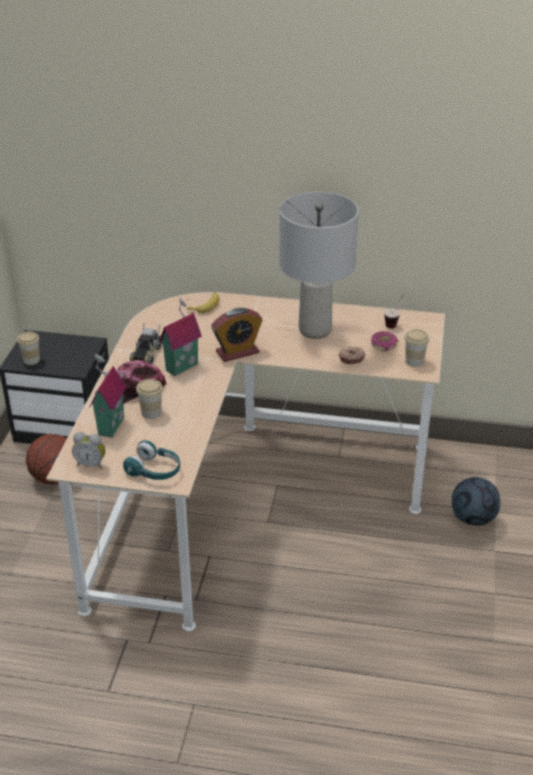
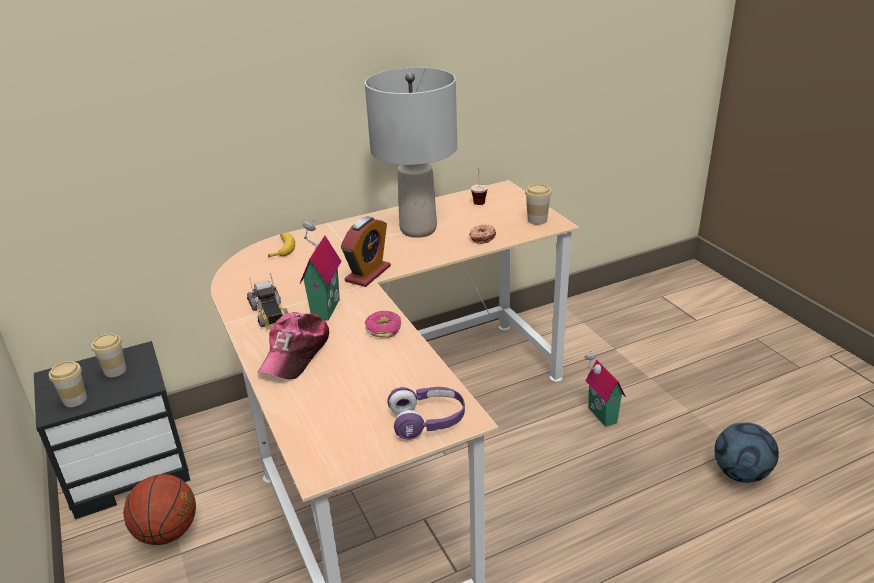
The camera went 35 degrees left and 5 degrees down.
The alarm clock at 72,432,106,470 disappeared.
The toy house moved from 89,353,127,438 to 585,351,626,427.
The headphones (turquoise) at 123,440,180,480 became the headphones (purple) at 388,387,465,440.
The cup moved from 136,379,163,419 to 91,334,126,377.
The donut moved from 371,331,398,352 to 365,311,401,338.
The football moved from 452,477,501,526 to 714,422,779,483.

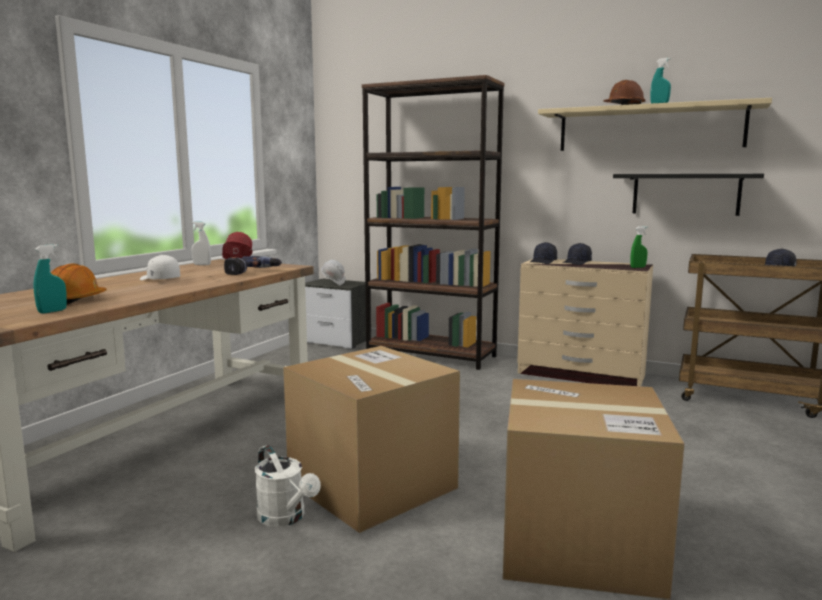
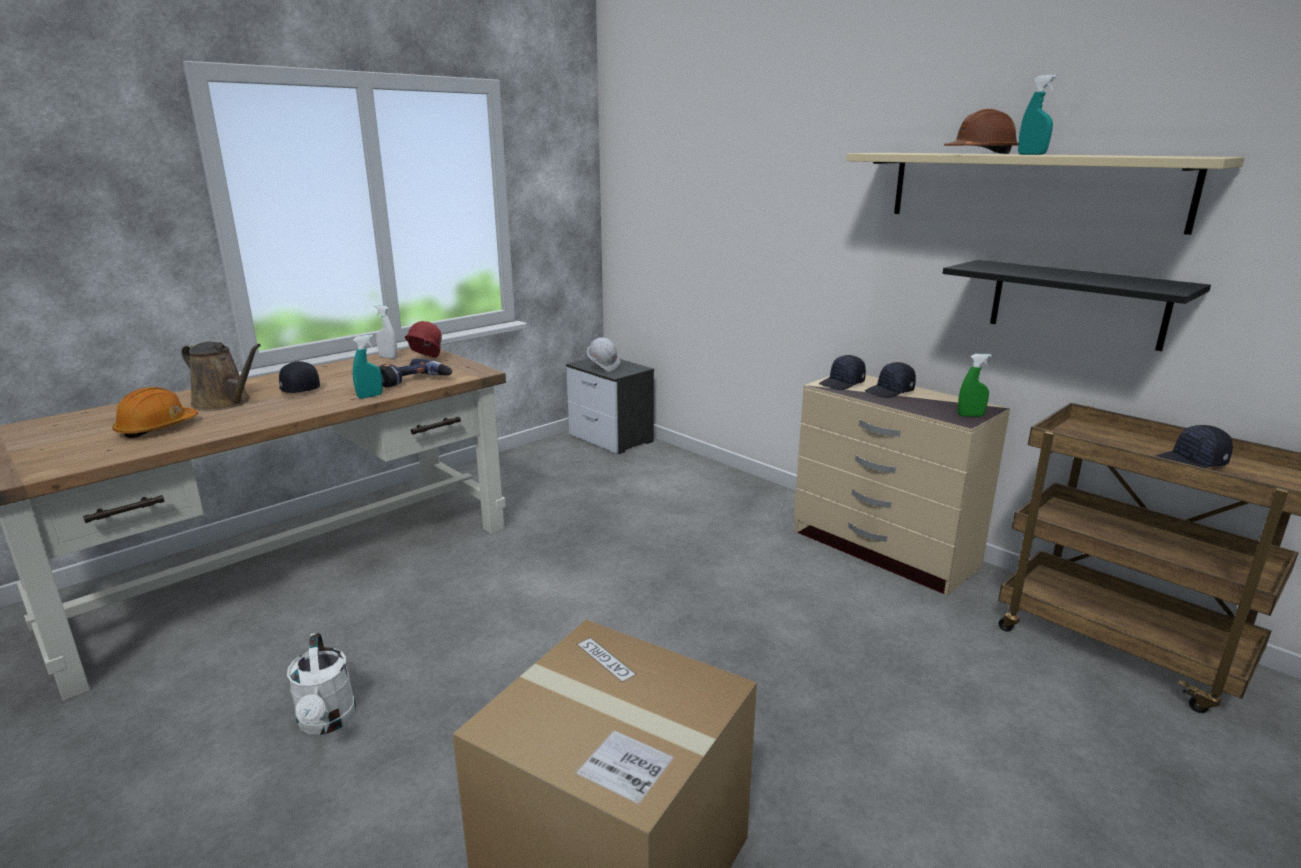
The camera went 20 degrees right and 10 degrees up.
The spray bottle (turquoise) moved from 33,244,67,314 to 353,335,383,399.
The cap (white) at 140,255,180,280 became the cap (black) at 279,361,320,393.
The cardboard box at 283,346,460,533 disappeared.
The bookcase (brown) at 362,75,505,370 disappeared.
The watering can (brown) at 181,342,261,411 appeared.

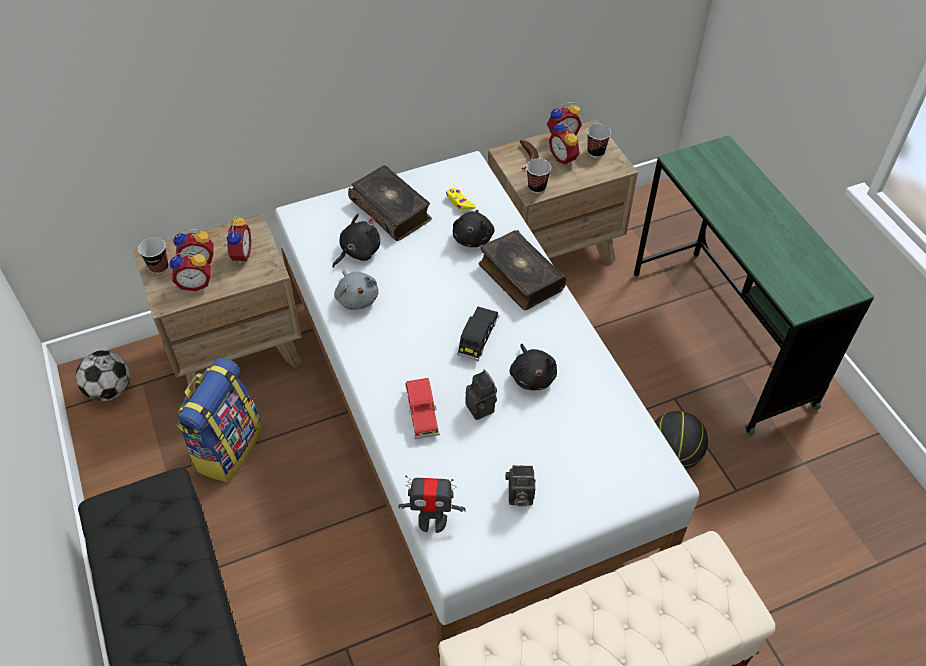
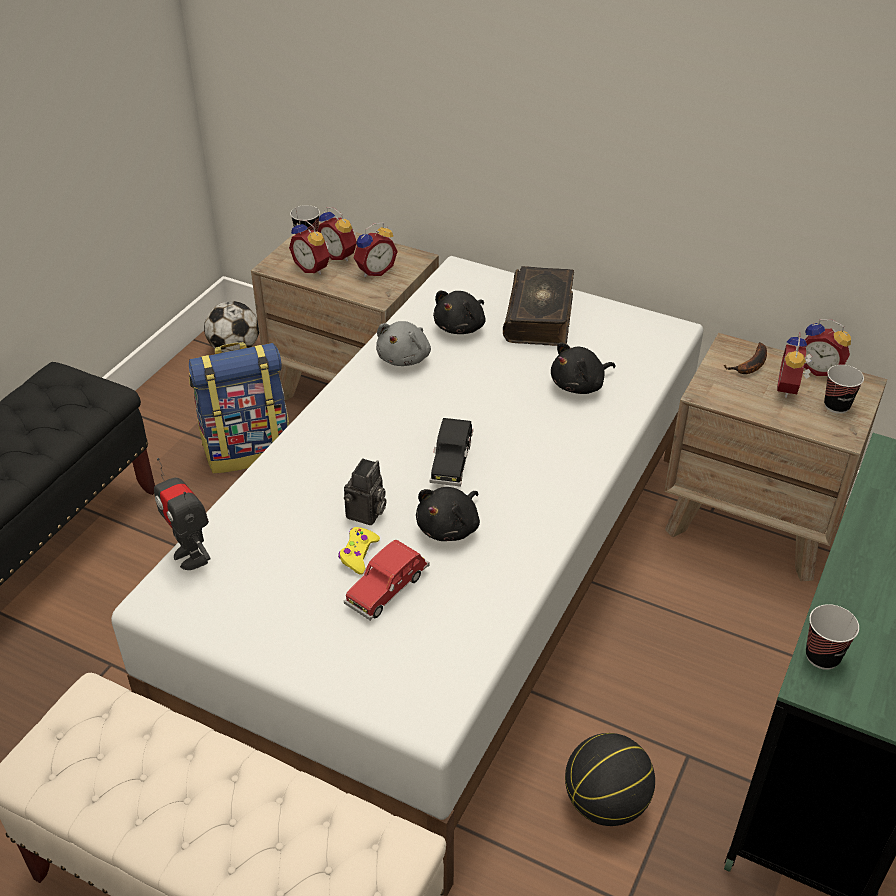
The camera went 50 degrees right and 10 degrees down.
The plush toy (black) at 332,214,380,268 turned 120 degrees clockwise.
The toy car (red) moved from 405,378,440,439 to 344,540,430,621.
The game controller (yellow) moved from 446,188,476,210 to 338,527,380,575.
The toy car (black) at 457,307,499,361 turned 120 degrees clockwise.
The book at 479,230,566,310 disappeared.
The photo camera at 505,465,536,507 disappeared.
The cup moved from 526,159,551,193 to 806,604,859,670.

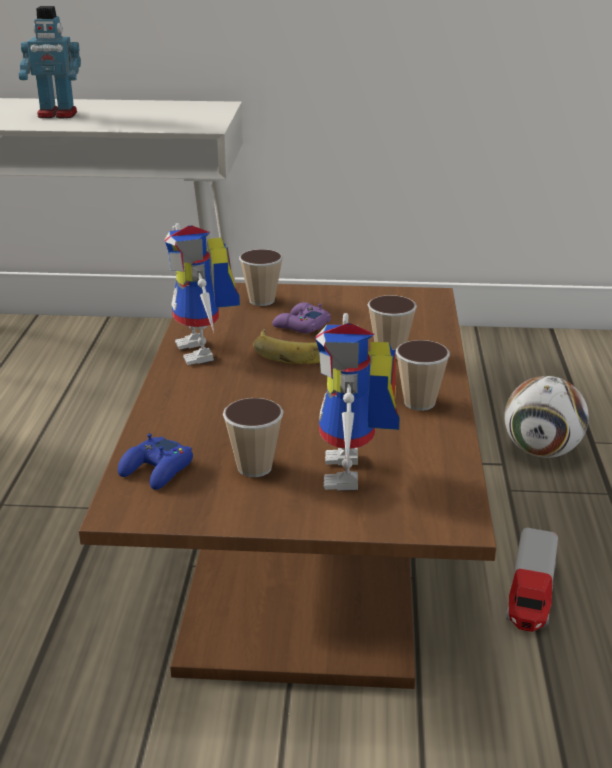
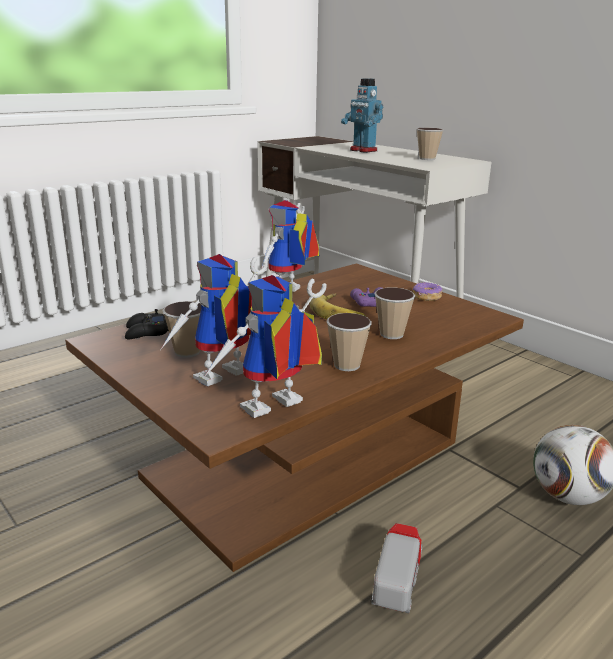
The camera went 45 degrees right and 5 degrees down.
The game controller (blue) at 118,433,193,490 became the game controller (black) at 125,309,169,339.
The cup moved from 239,249,283,306 to 417,128,443,160.
The toy truck at 506,528,558,632 turned 135 degrees clockwise.
The toy robot at 204,275,327,418 appeared.
The donut at 413,282,443,301 appeared.

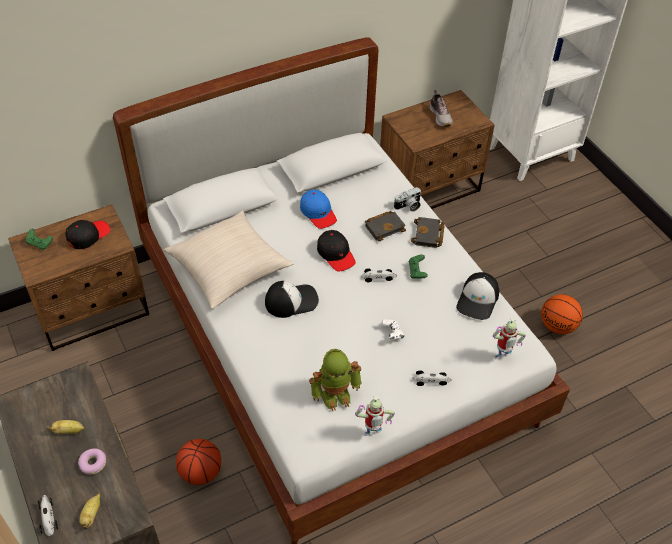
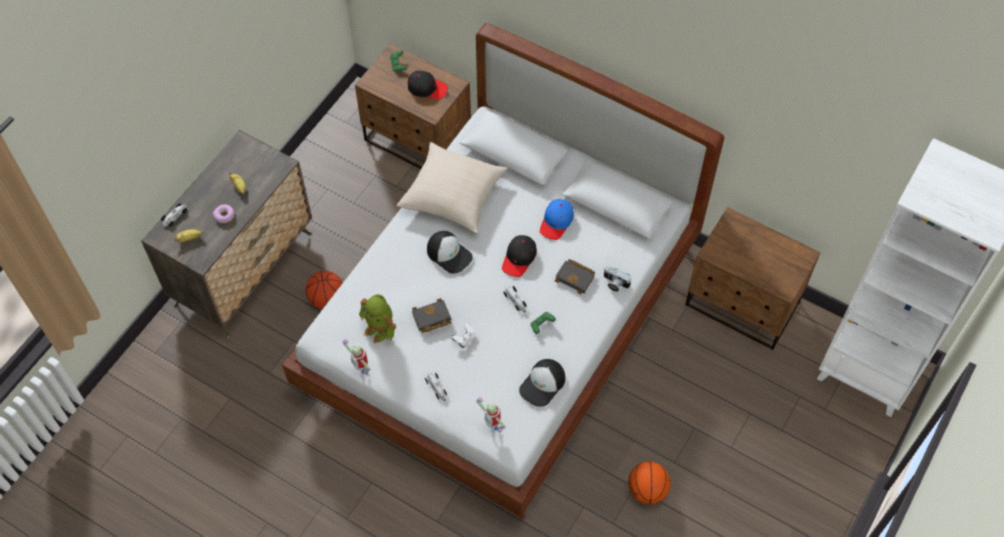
The camera went 60 degrees right and 10 degrees up.
The book (black) moved from 411,217,444,248 to 412,298,451,333.
The shoe at 429,90,453,127 disappeared.
The cap at 456,272,499,320 turned 45 degrees counterclockwise.

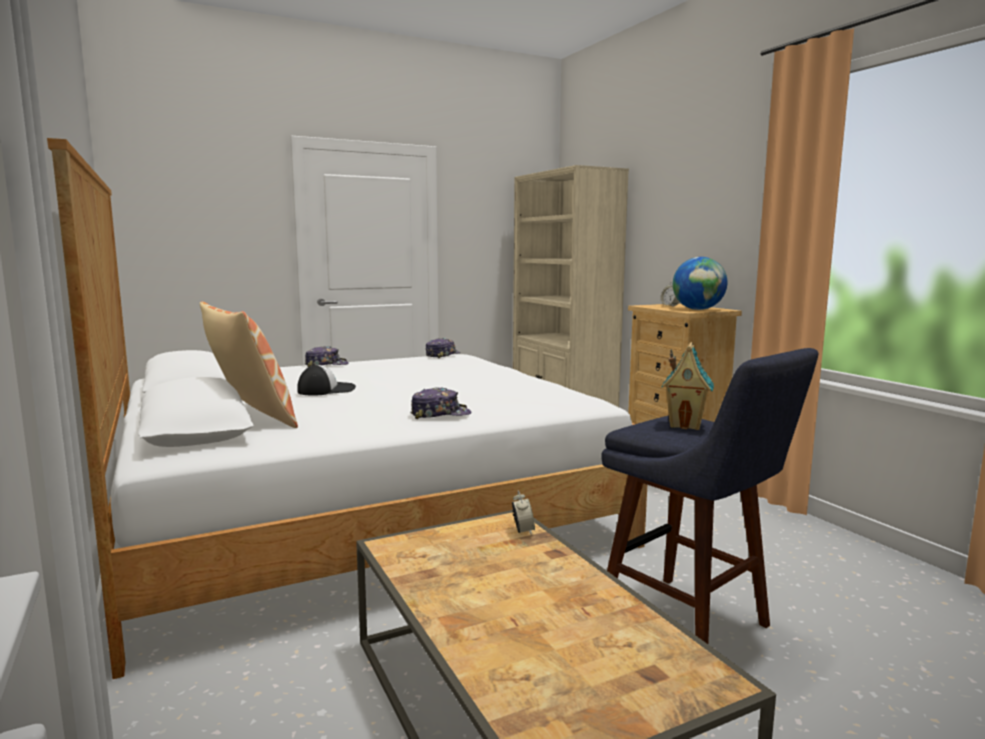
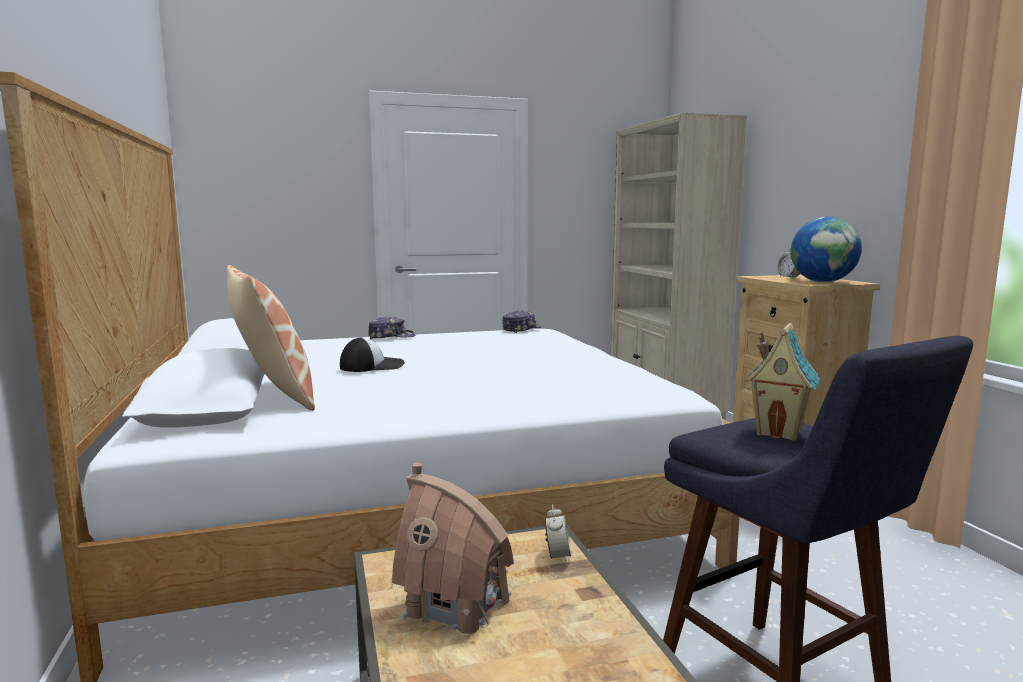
The camera went 10 degrees right and 0 degrees up.
The cap at 410,387,471,419 disappeared.
The toy house at 392,463,514,636 appeared.

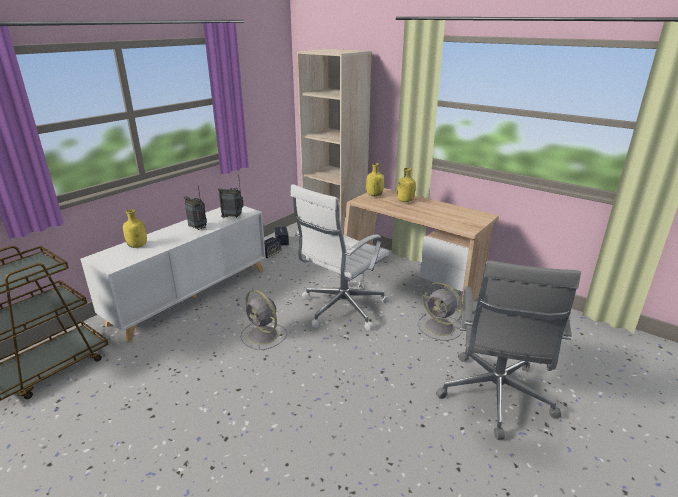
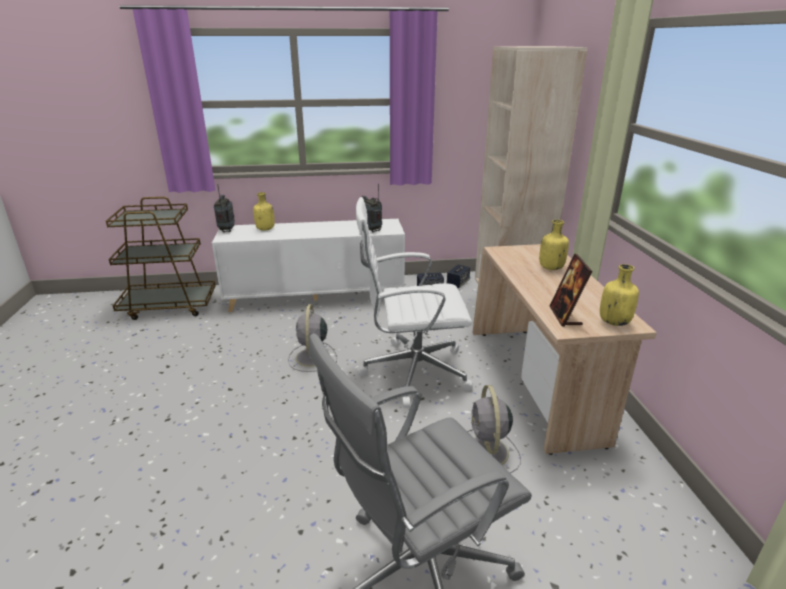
The camera went 45 degrees right and 0 degrees up.
The radio moved from 184,186,207,230 to 214,184,235,232.
The bottle (yellow) moved from 366,163,384,197 to 600,264,639,326.
The picture frame at 550,253,592,327 appeared.

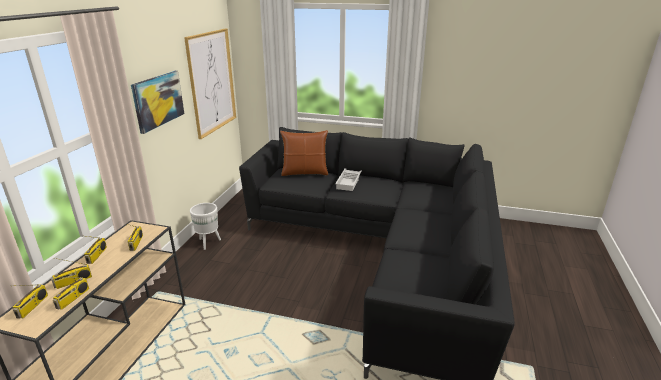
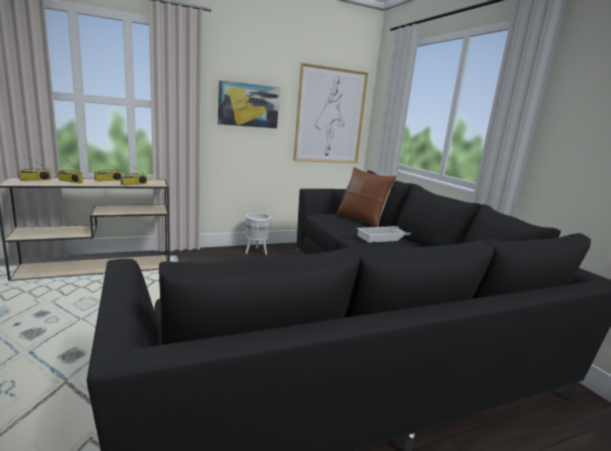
The camera went 50 degrees right and 10 degrees down.
The radio at 52,277,89,310 disappeared.

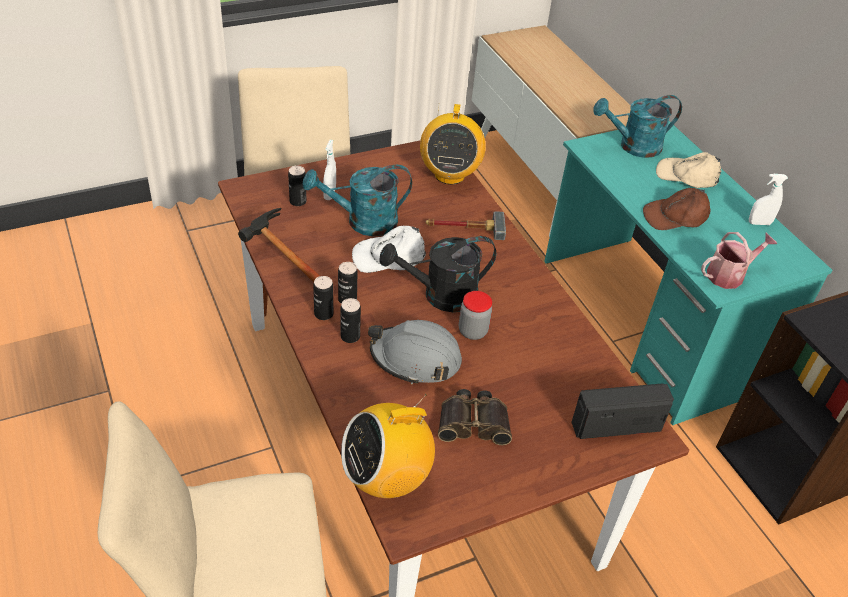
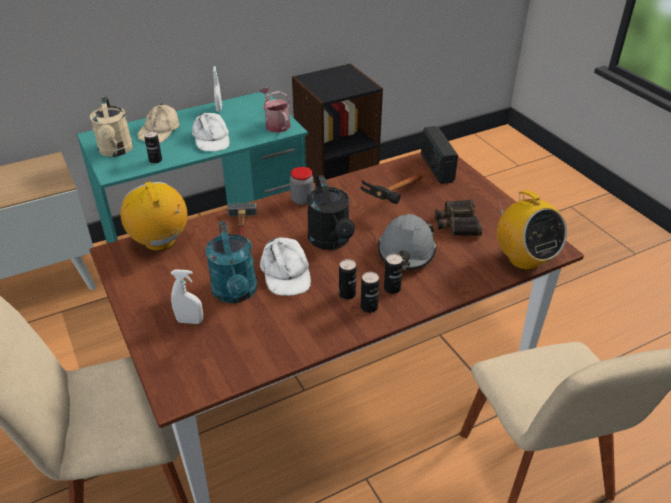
The camera went 90 degrees left and 5 degrees down.
The hammer moved from 238,208,320,282 to 360,173,423,204.
The can moved from 288,165,307,206 to 144,131,162,164.
The radio at 420,103,486,185 turned 120 degrees counterclockwise.
The jar moved from 459,291,492,340 to 290,167,314,205.
The watering can (turquoise) at 593,95,682,158 became the watering can (beige) at 90,96,133,157.
The cap (brown) at 643,188,711,230 became the cap (white) at 192,112,230,151.

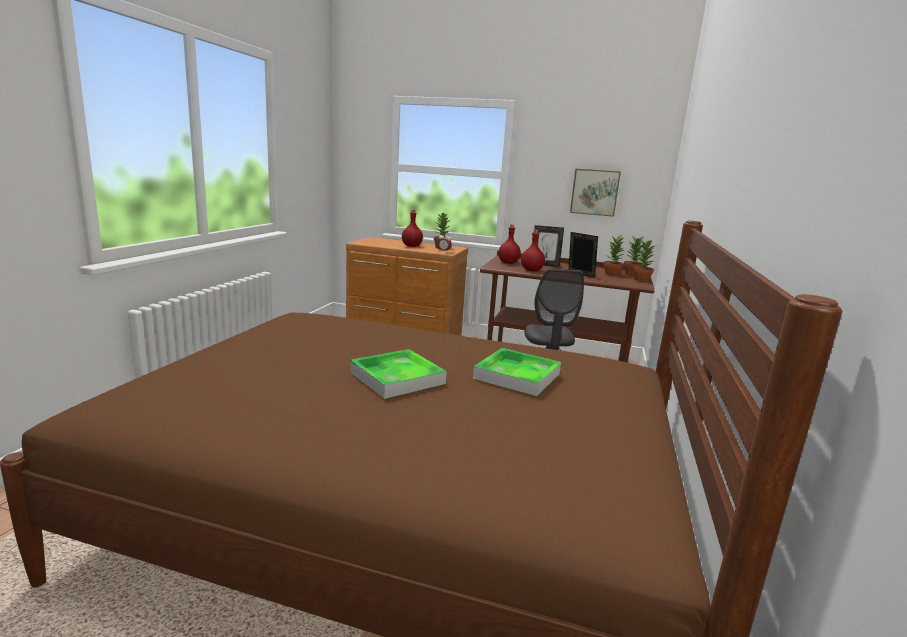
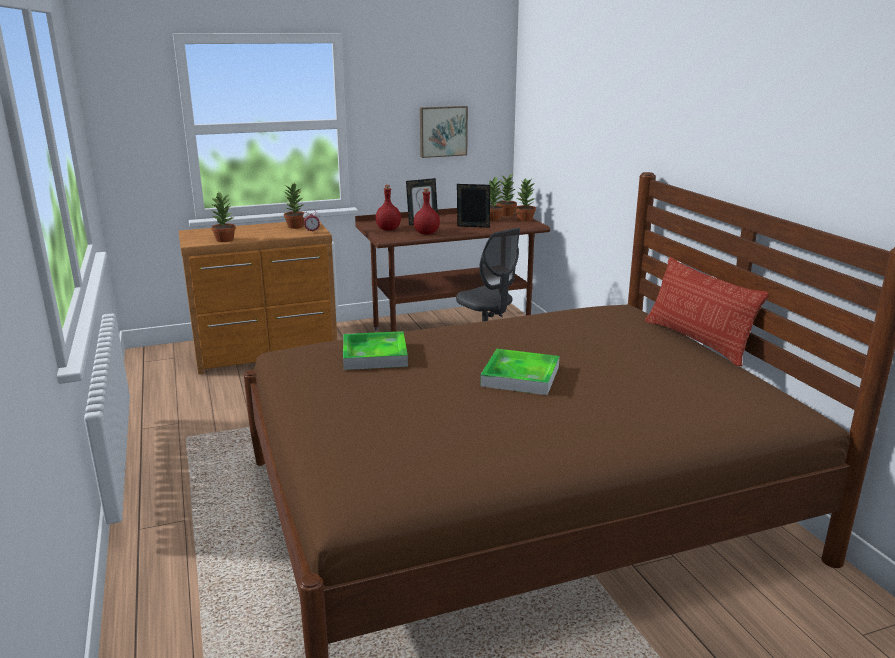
The camera went 35 degrees left and 5 degrees up.
The bottle (red) at 402,210,423,247 disappeared.
The tray moved from 473,348,561,396 to 343,331,408,370.
The potted plant at 211,192,236,242 appeared.
The pillow at 645,257,769,366 appeared.

